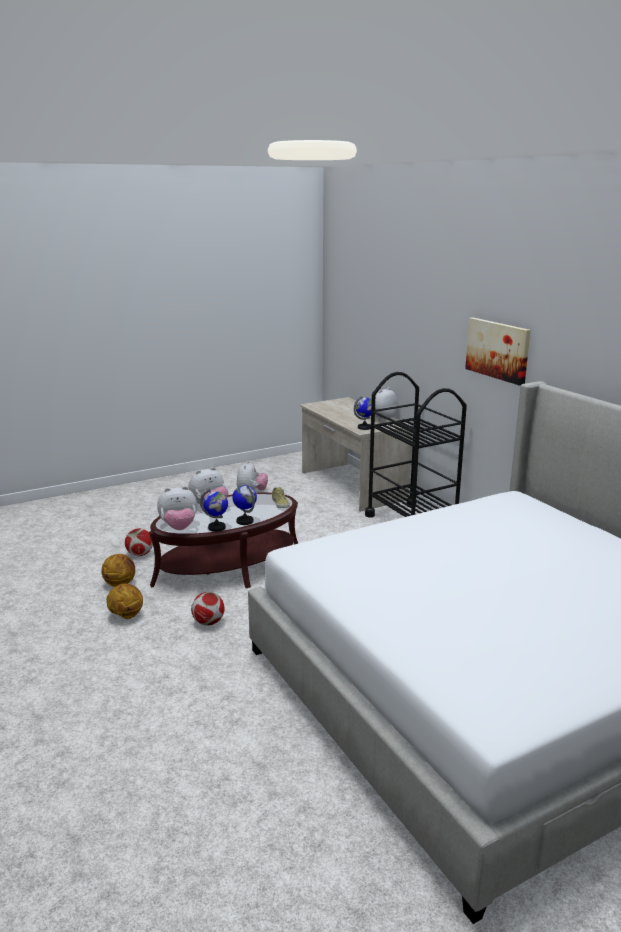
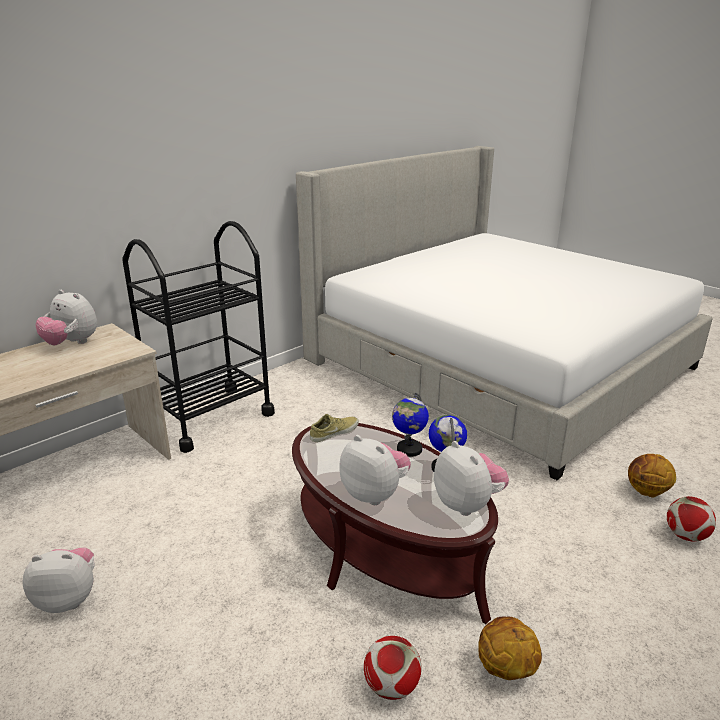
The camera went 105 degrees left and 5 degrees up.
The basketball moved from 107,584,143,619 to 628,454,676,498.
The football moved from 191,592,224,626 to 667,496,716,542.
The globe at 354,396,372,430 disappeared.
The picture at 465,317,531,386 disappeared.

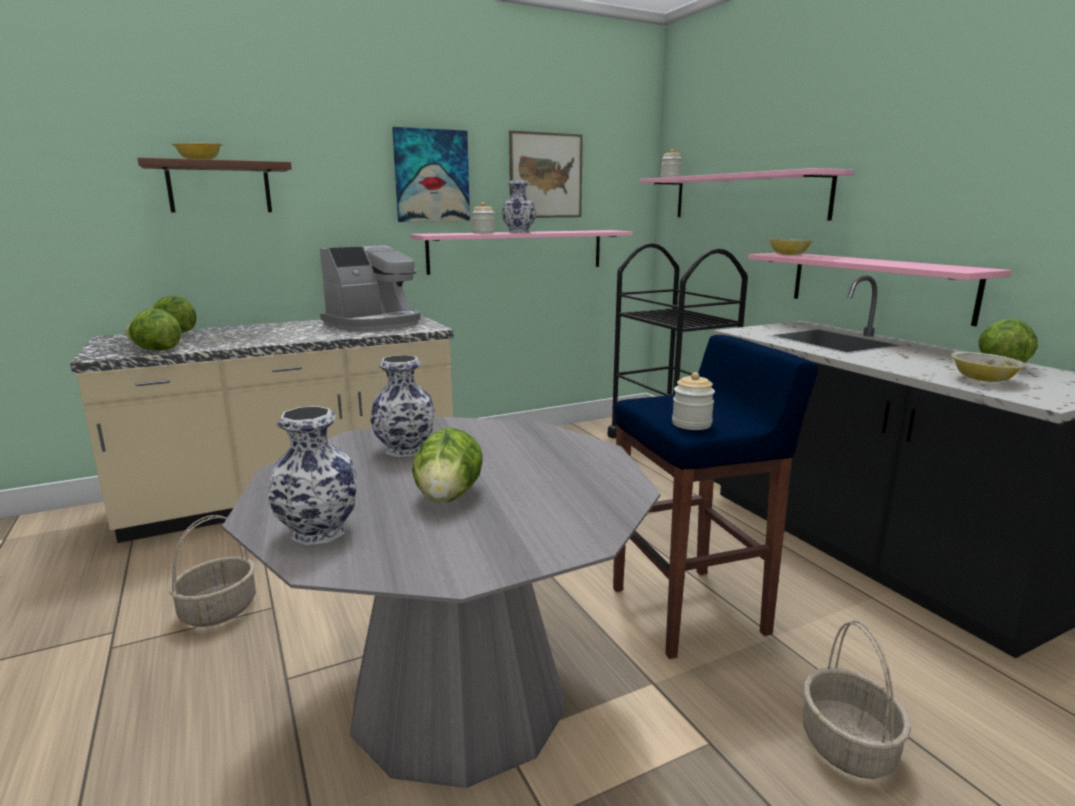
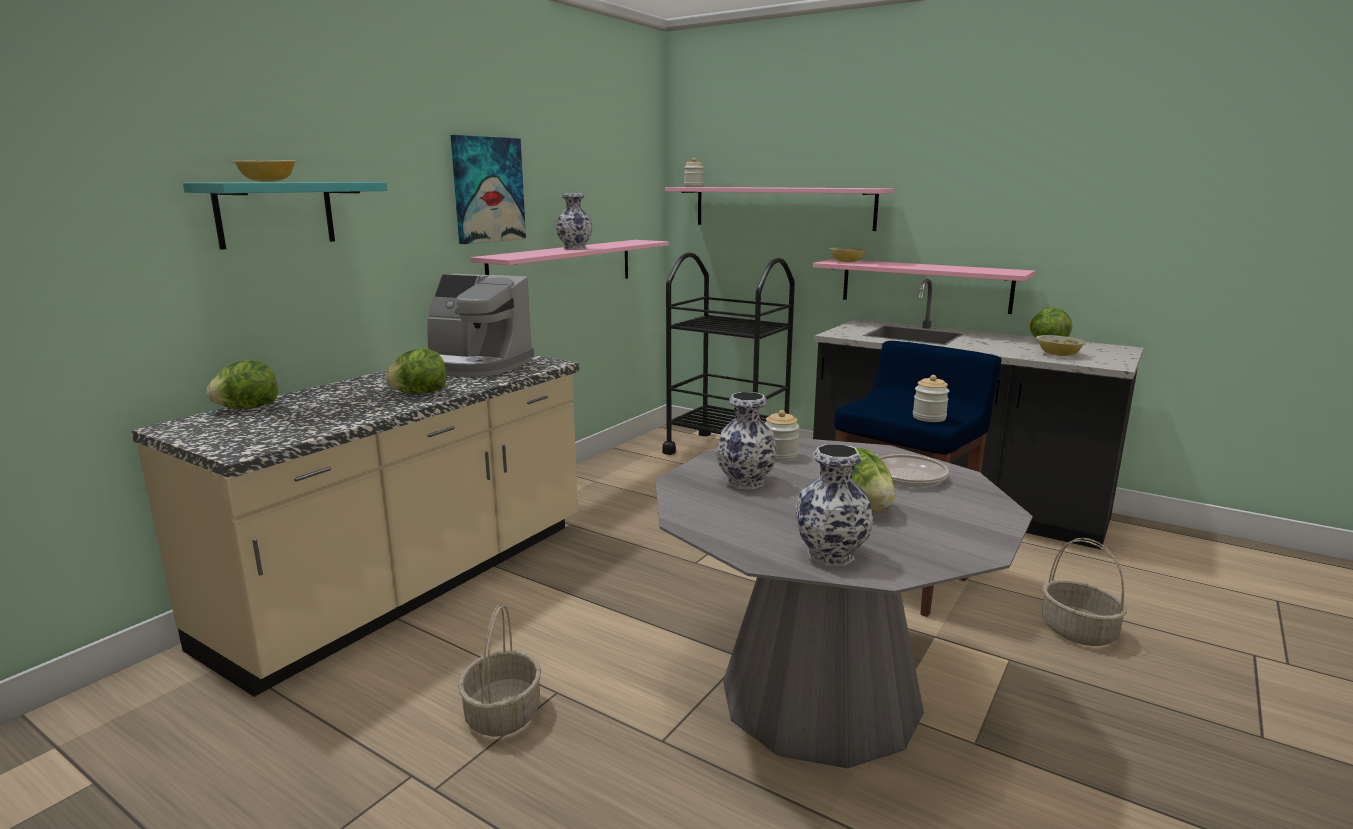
The camera went 30 degrees left and 0 degrees up.
The lettuce moved from 125,309,181,351 to 385,348,446,394.
The shelf (brown) at 138,158,292,213 became the shelf (turquoise) at 183,182,387,250.
The coffee machine at 320,245,420,331 turned 90 degrees clockwise.
The jar moved from 472,202,494,234 to 765,410,799,462.
The picture at 509,130,583,218 disappeared.
The frying pan at 851,446,949,488 appeared.

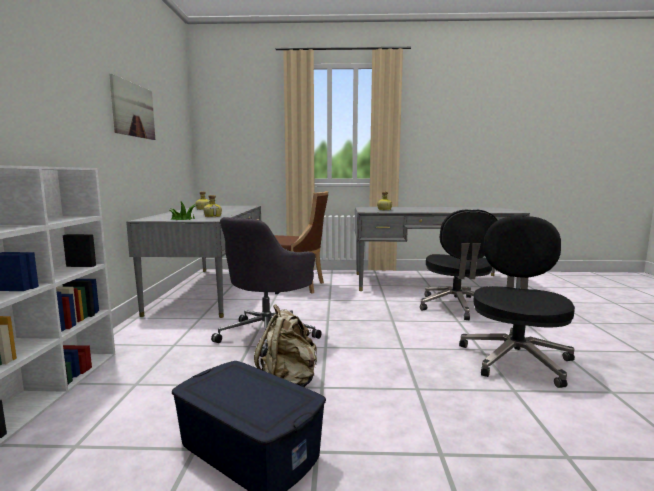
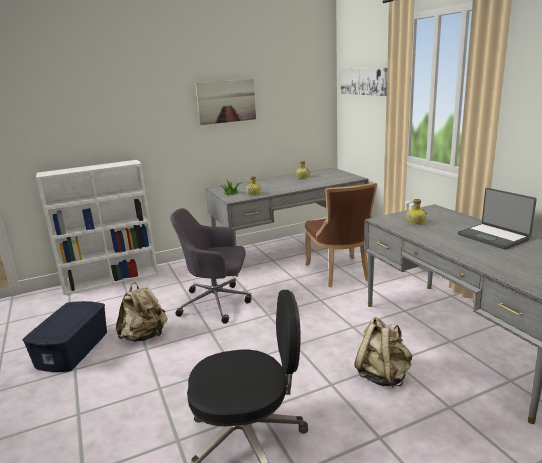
The camera went 65 degrees right and 10 degrees up.
The office chair (black) at 420,210,498,320 was replaced by the backpack (beige) at 355,317,412,388.
The picture at 341,68,387,96 appeared.
The laptop at 458,188,537,250 appeared.

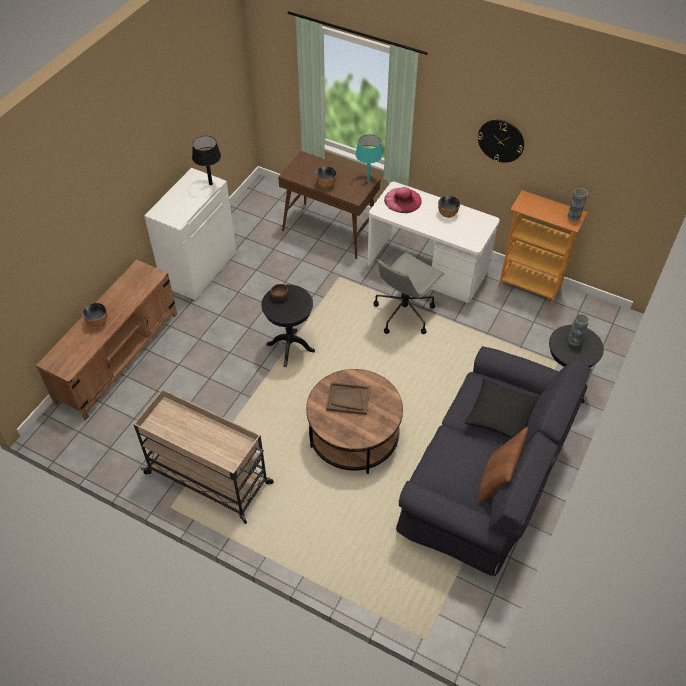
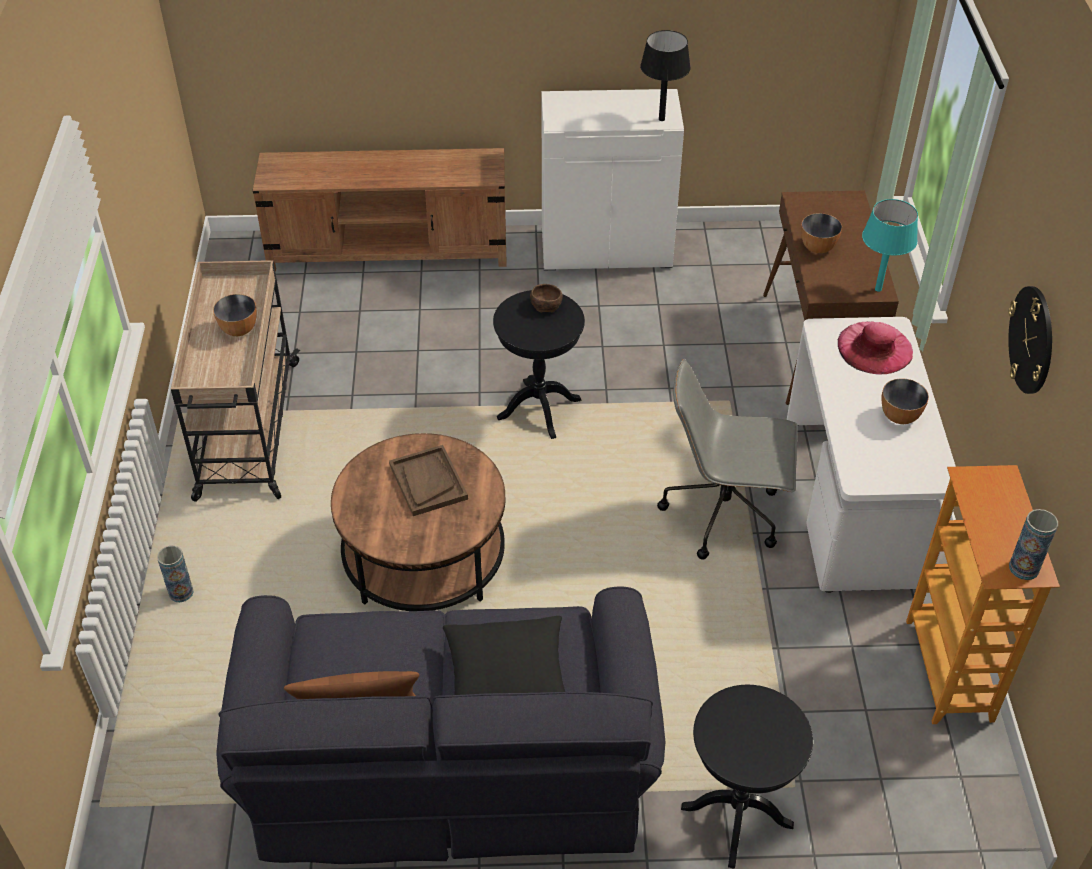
The camera went 60 degrees right and 5 degrees down.
The bowl moved from 82,303,107,327 to 213,294,257,336.
The vase moved from 568,314,589,346 to 157,546,194,602.

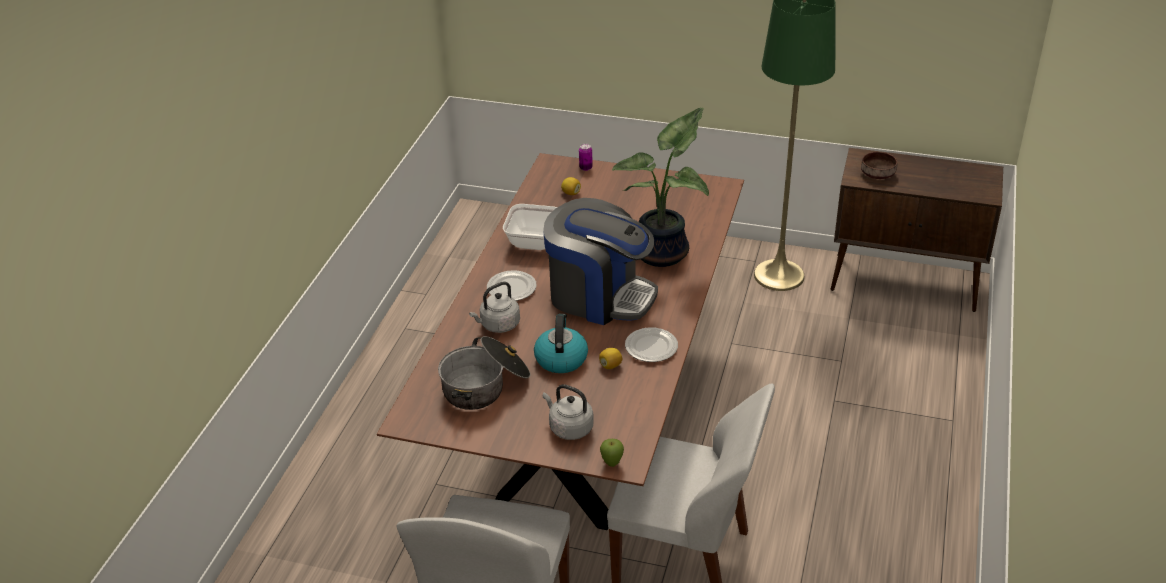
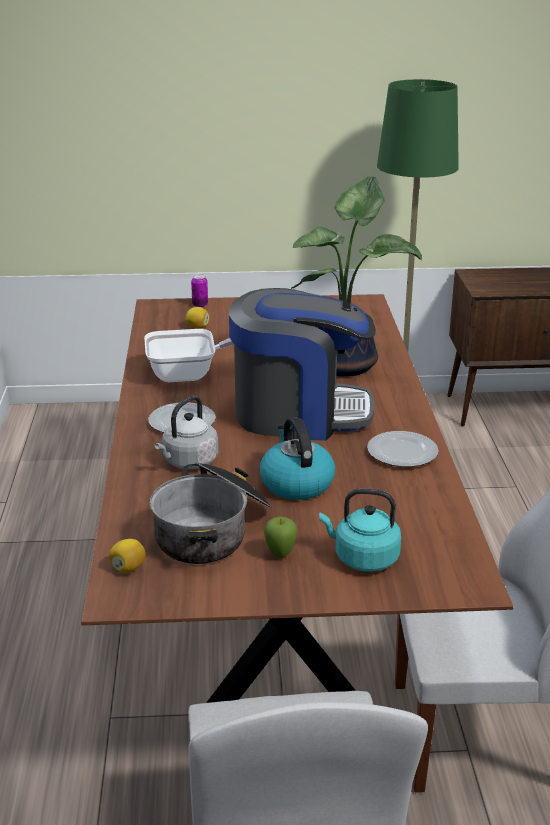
The camera went 20 degrees left and 10 degrees down.
The kettle (grey) at 543,384,594,440 became the kettle (turquoise) at 319,488,401,572.
The lemon moved from 599,348,622,369 to 109,539,146,573.
The apple moved from 600,439,624,467 to 264,517,297,559.
The bowl (brown) at 861,152,897,179 disappeared.

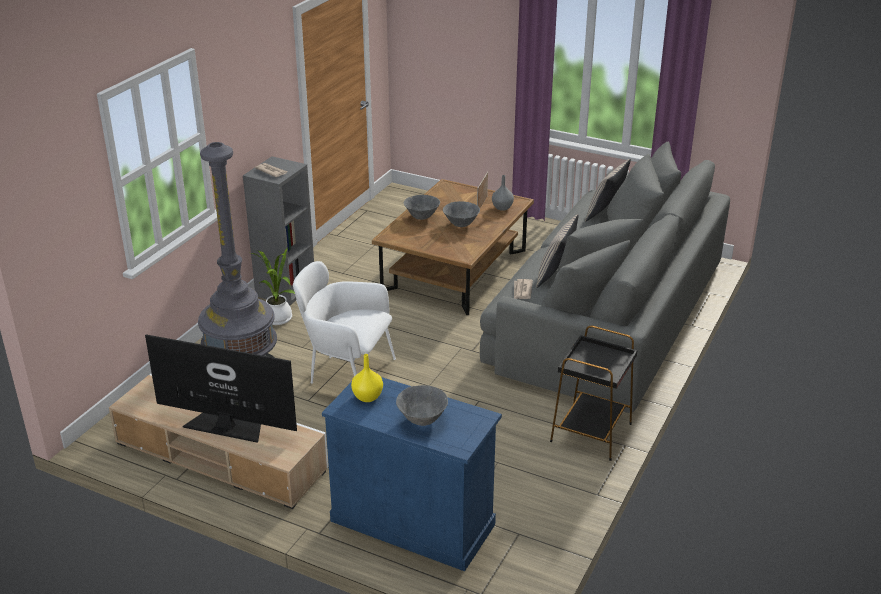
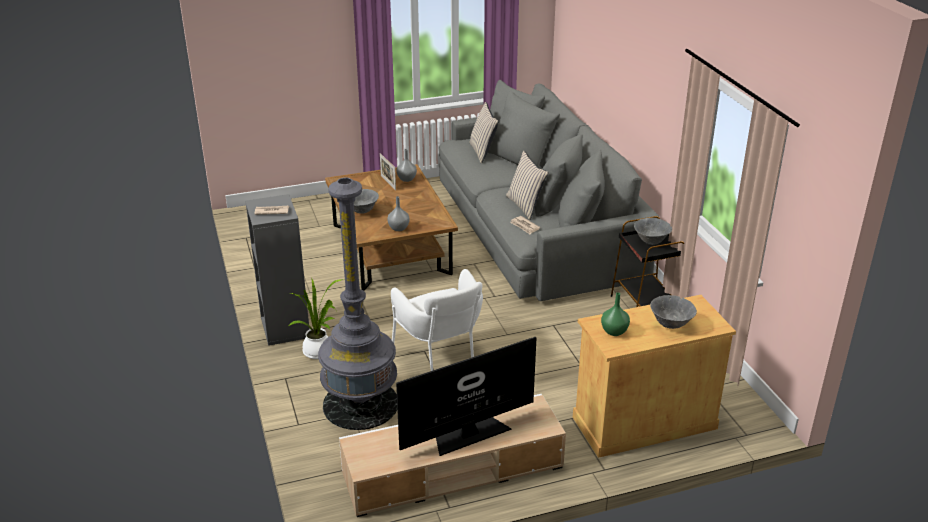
The camera went 45 degrees left and 0 degrees up.
The armchair (white) at 293,261,396,384 turned 90 degrees counterclockwise.
The cabinet (blue) at 322,377,502,571 became the cabinet (beige) at 573,295,736,458.
The vase (yellow) at 351,354,383,402 became the vase (green) at 601,293,630,336.
The bowl (grey) moved from 443,201,480,227 to 634,218,672,245.
The vase (grey) at 387,196,410,231 appeared.

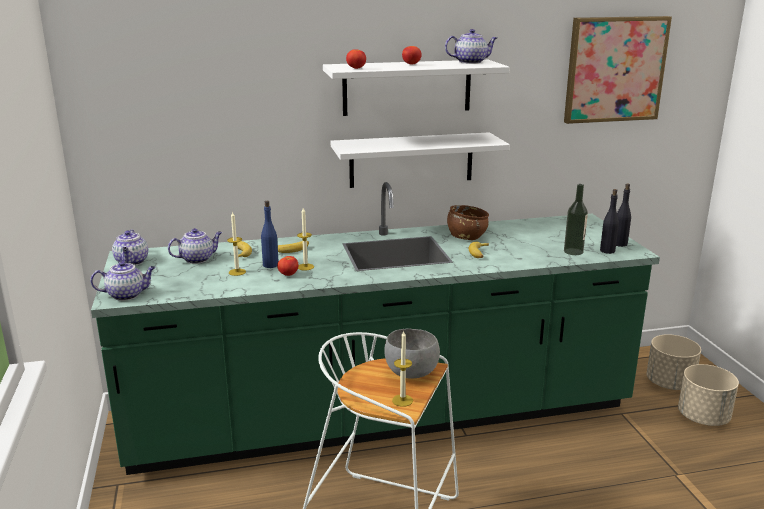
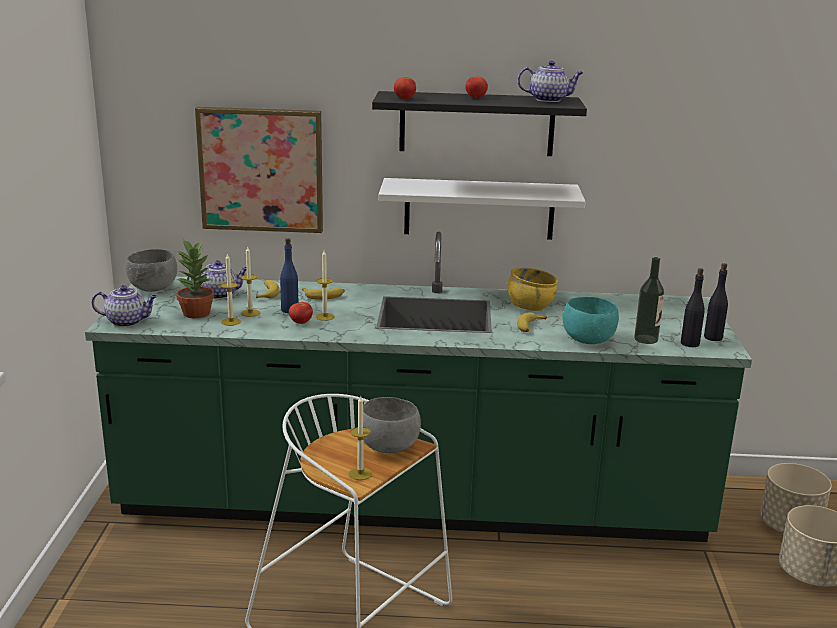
The camera went 15 degrees right and 0 degrees up.
The teapot at 112,229,148,265 was replaced by the bowl (grey) at 126,249,177,292.
The shelf (white) at 323,60,510,116 became the shelf (black) at 372,91,587,156.
The bowl (brown) at 447,205,489,240 became the bowl (yellow) at 507,267,558,311.
The picture moved from 564,16,672,124 to 195,107,323,233.
The potted plant at 176,239,214,318 appeared.
The candle at 221,253,241,326 appeared.
The bowl (turquoise) at 563,297,619,344 appeared.

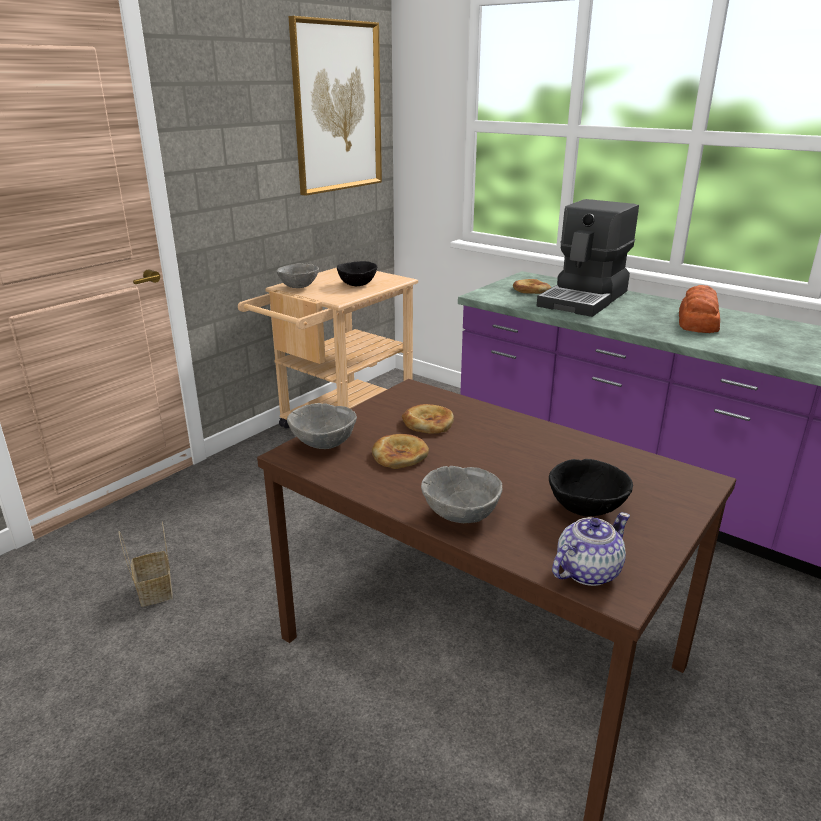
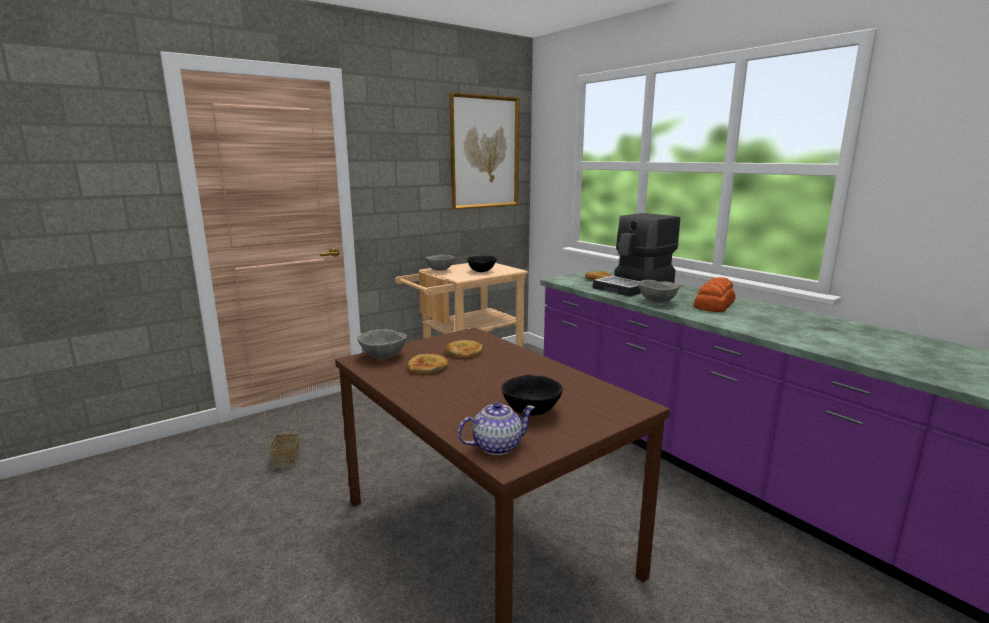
The camera went 15 degrees right and 10 degrees down.
The bowl (grey) moved from 421,466,502,523 to 638,280,680,303.

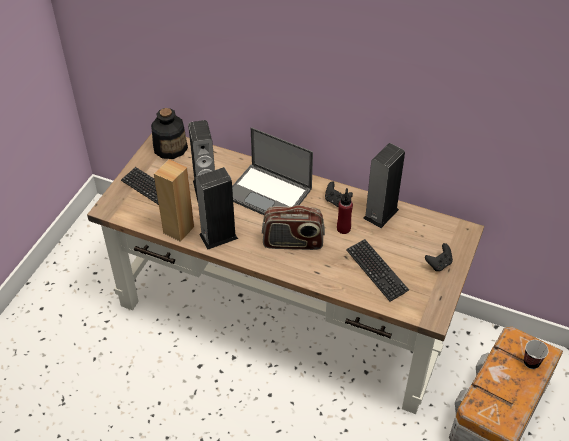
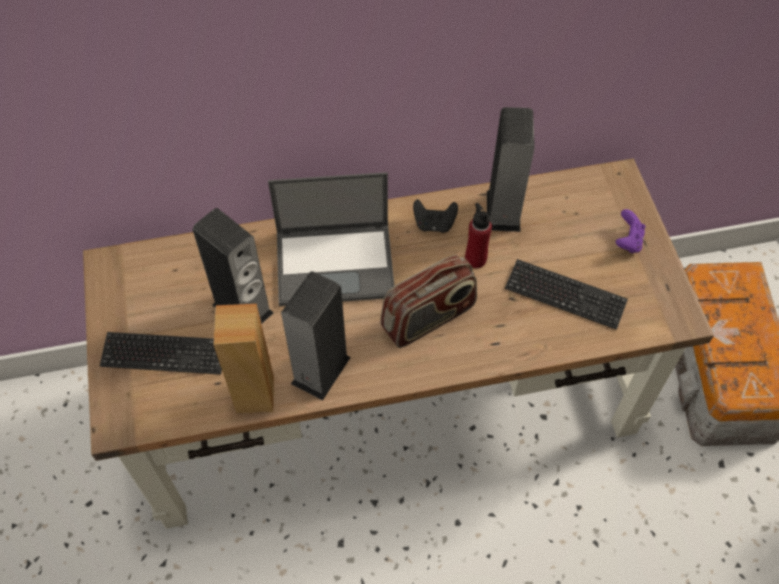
The camera went 35 degrees left and 10 degrees up.
The bottle at 151,108,188,159 disappeared.
The game controller (black) at 425,243,453,271 became the game controller (purple) at 616,209,645,253.
The cup at 524,340,548,369 disappeared.

